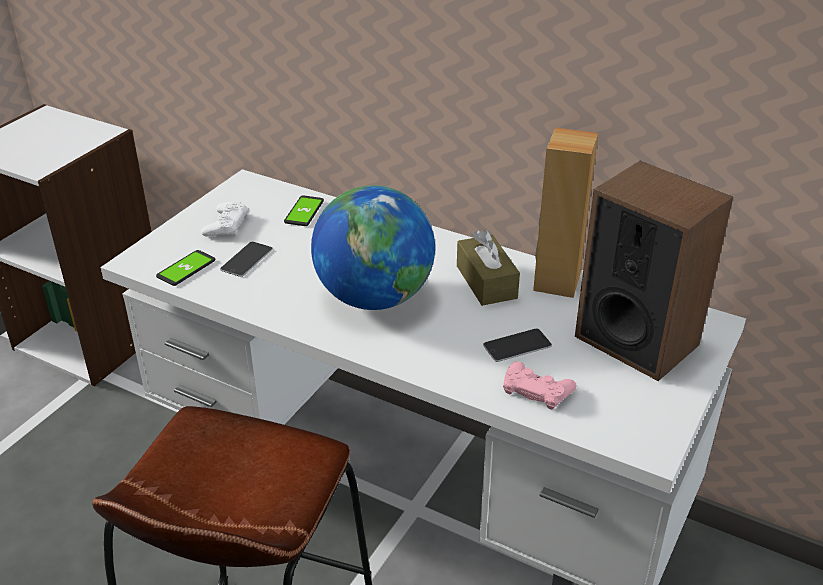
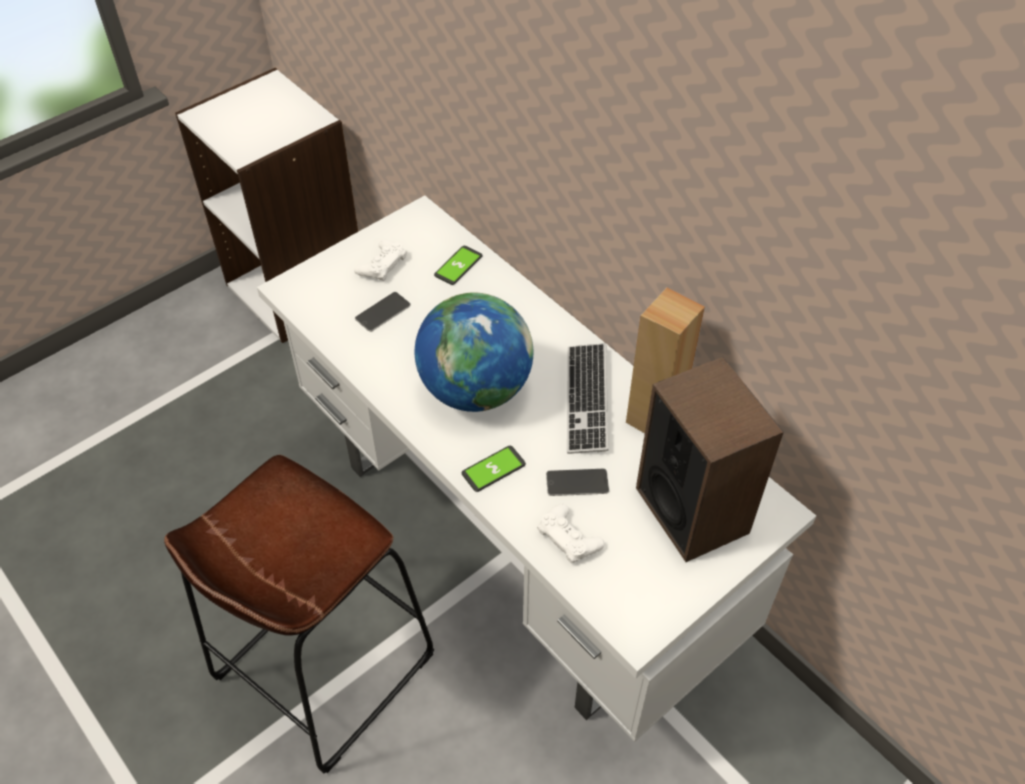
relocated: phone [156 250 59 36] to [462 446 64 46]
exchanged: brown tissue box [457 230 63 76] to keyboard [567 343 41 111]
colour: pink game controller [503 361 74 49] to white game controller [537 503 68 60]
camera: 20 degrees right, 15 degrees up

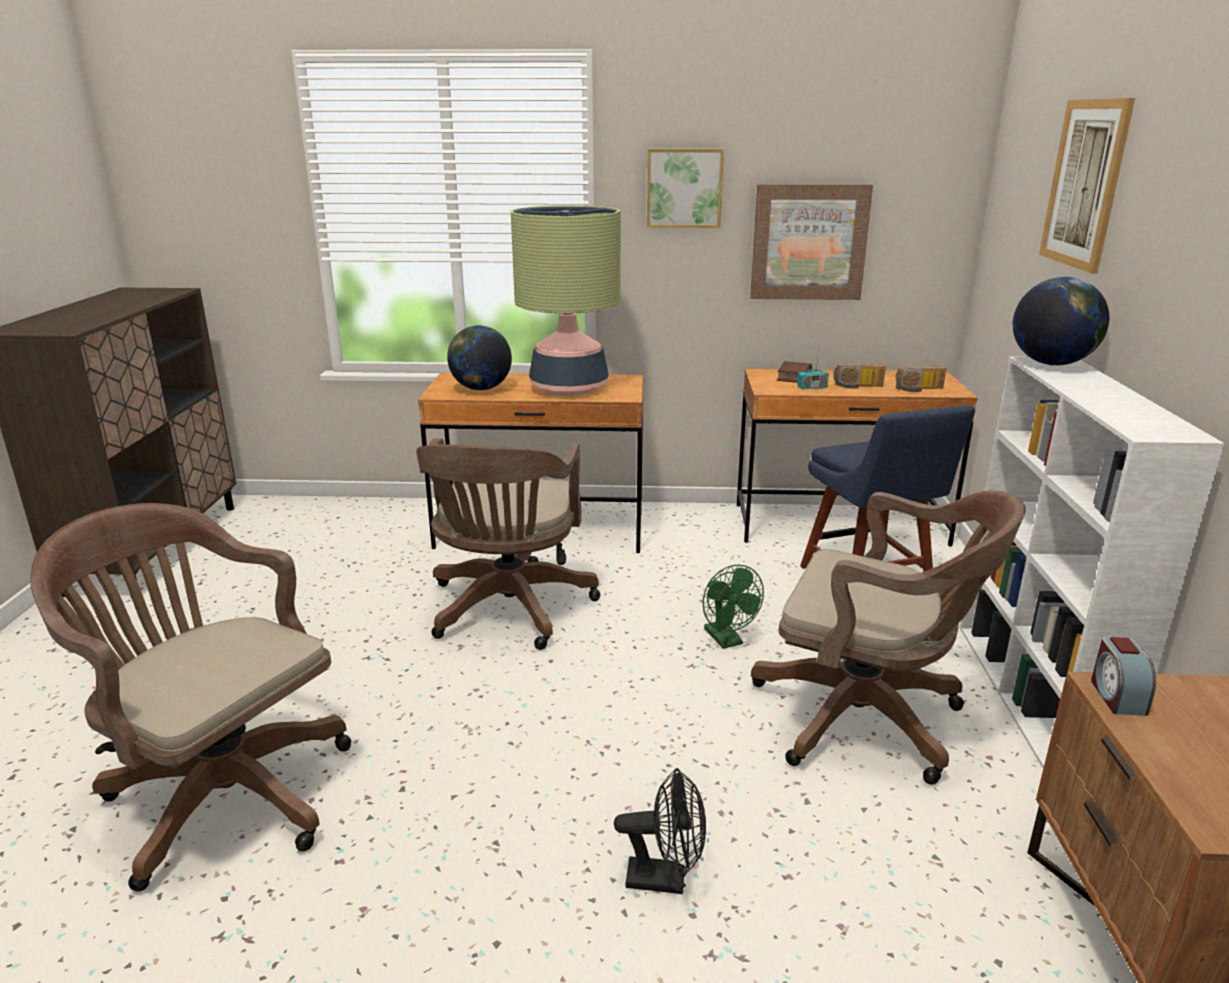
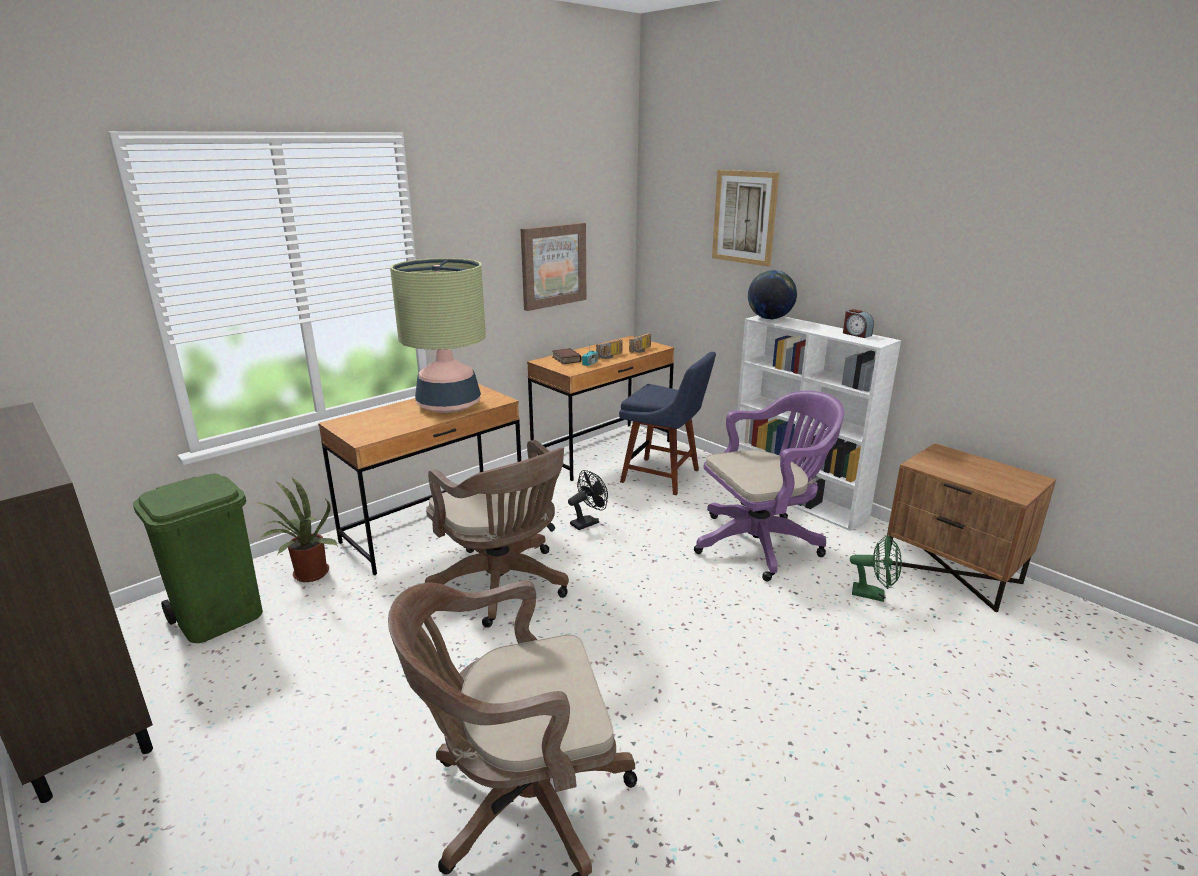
missing: globe [447 325 65 66]; picture [647 149 77 79]
appeared: green trash can [133 474 130 169]; potted plant [259 478 78 104]
relocated: black fan [614 768 92 126] to [568 470 40 60]; alarm clock [1091 636 65 80] to [843 309 31 29]; green fan [703 565 61 84] to [850 535 52 67]
colour: brown office chair [751 491 274 294] to purple office chair [694 391 151 190]
camera: 45 degrees left, 0 degrees up

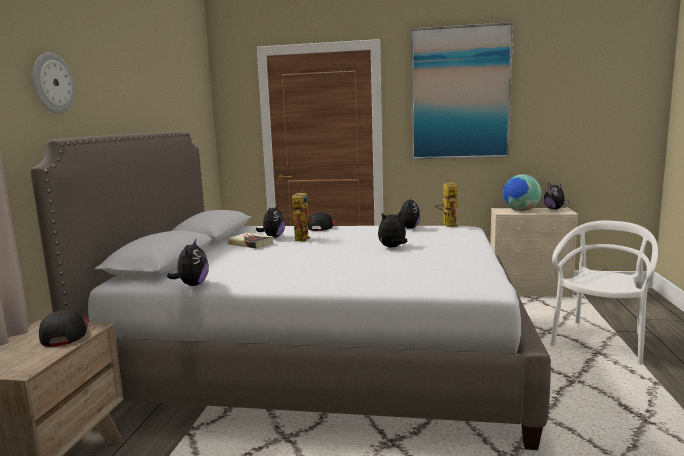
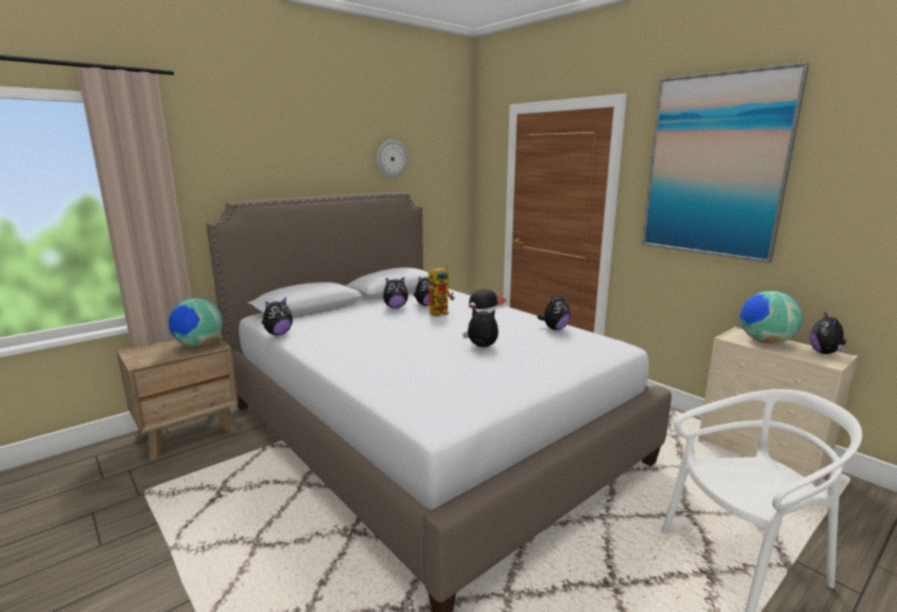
missing: toy robot [435 180 23 47]
relocated: wall clock [33 52 42 61] to [377 140 31 38]
exchanged: cap [39 310 49 37] to globe [168 298 55 49]; book [227 233 47 16] to plush toy [383 276 25 32]
camera: 40 degrees right, 5 degrees up

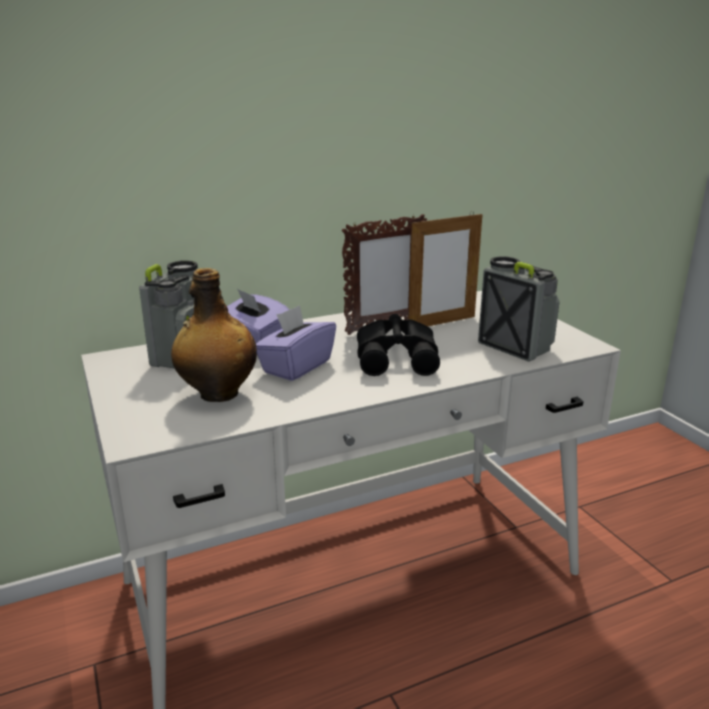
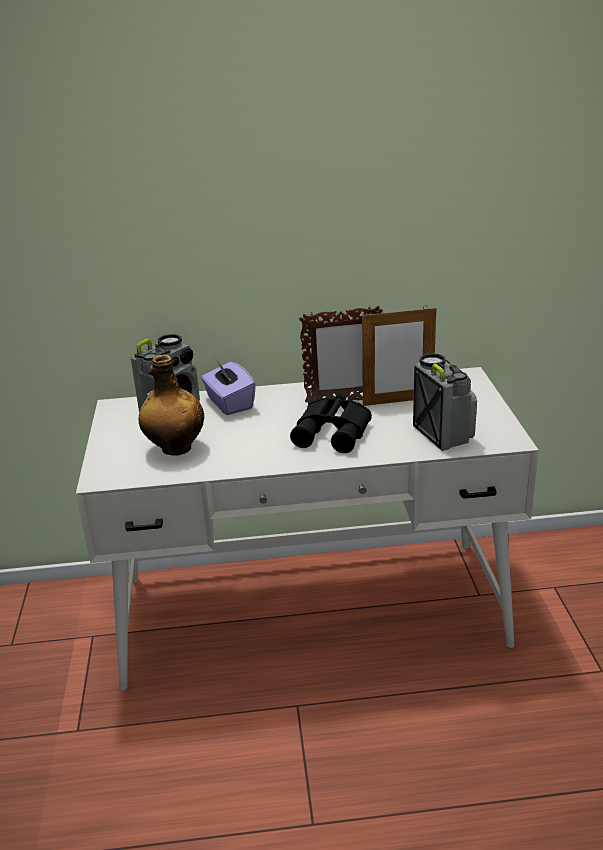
missing: purple tissue box [256 305 80 76]
camera: 20 degrees right, 5 degrees up

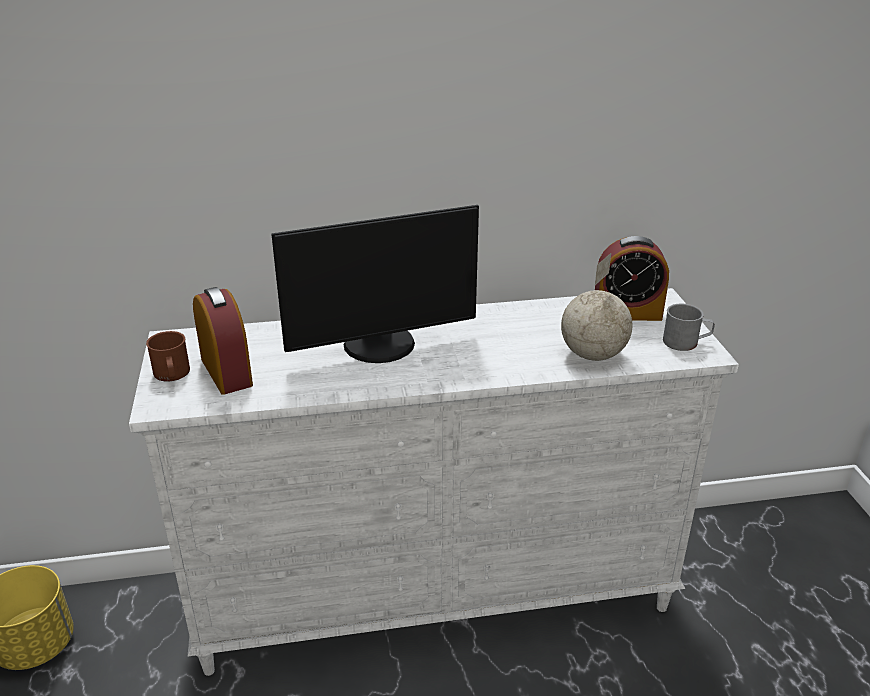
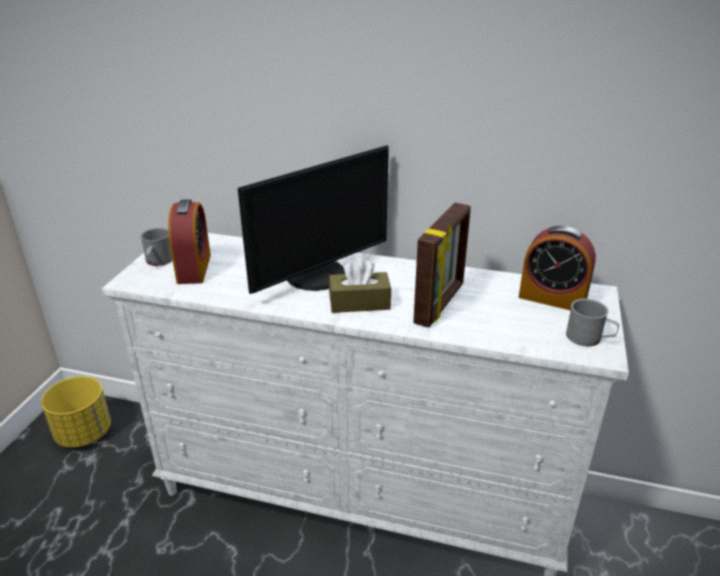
missing: globe [561 253 71 108]
appeared: brown tissue box [329 258 62 55]; picture frame [413 203 58 125]
colour: brown mug [146 331 44 50] to grey mug [140 228 33 38]
spun: monitor [271 205 208 158] = [237 145 152 149] 45 degrees counterclockwise
camera: 25 degrees right, 0 degrees up

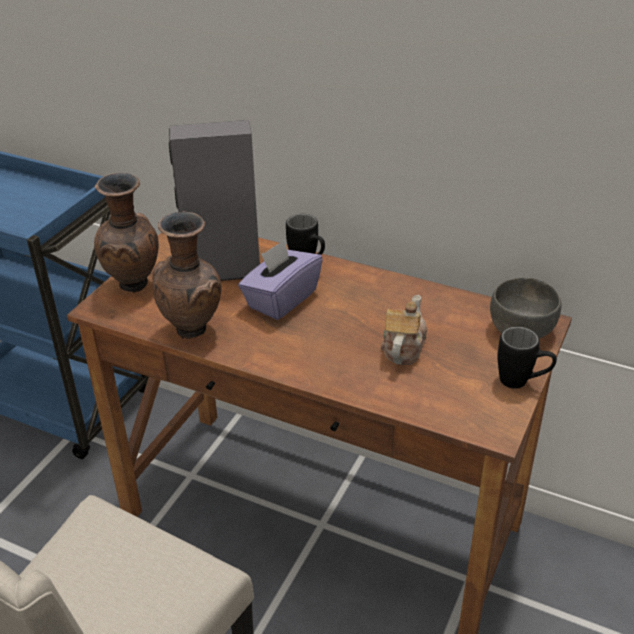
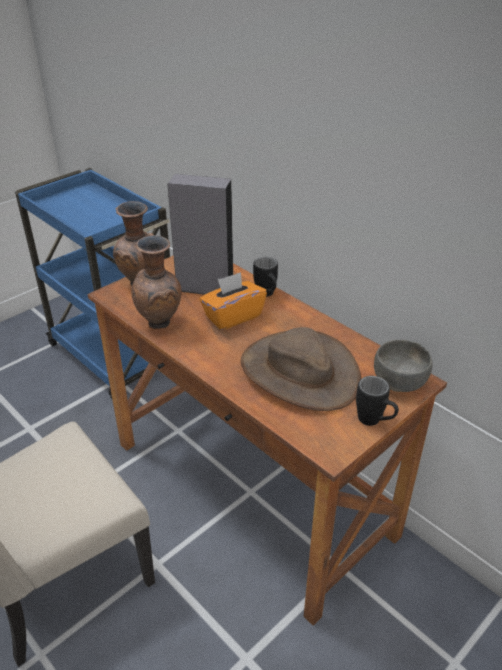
exchanged: teapot [380 295 47 70] to brown hat [241 327 120 84]
colour: purple tissue box [238 239 85 81] to orange tissue box [200 272 67 58]
camera: 20 degrees right, 0 degrees up

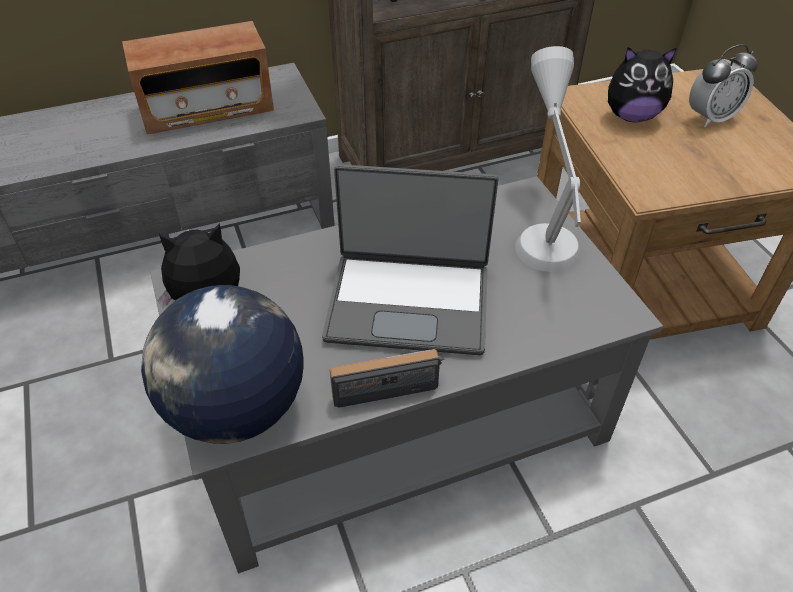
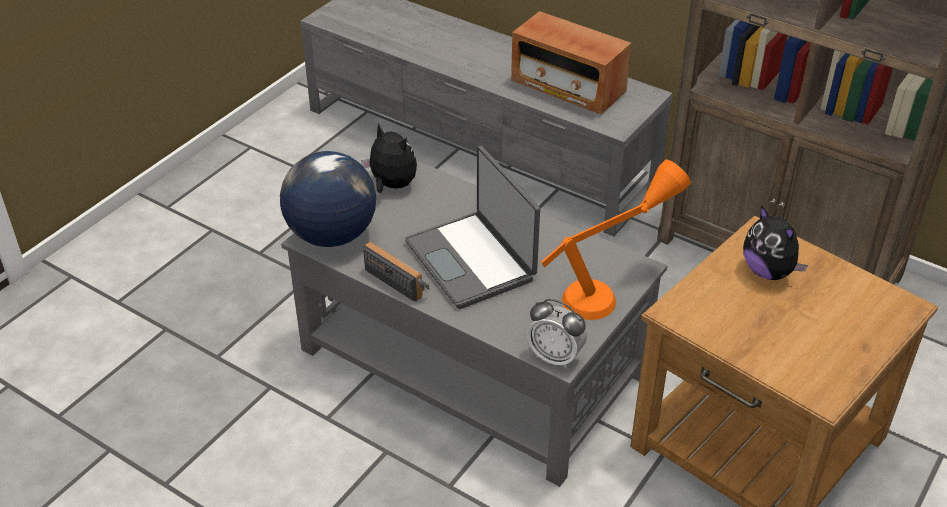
relocated: alarm clock [689 44 69 83] to [527 299 60 70]
colour: grey table lamp [515 46 66 226] to orange table lamp [541 159 150 161]
camera: 55 degrees right, 5 degrees down

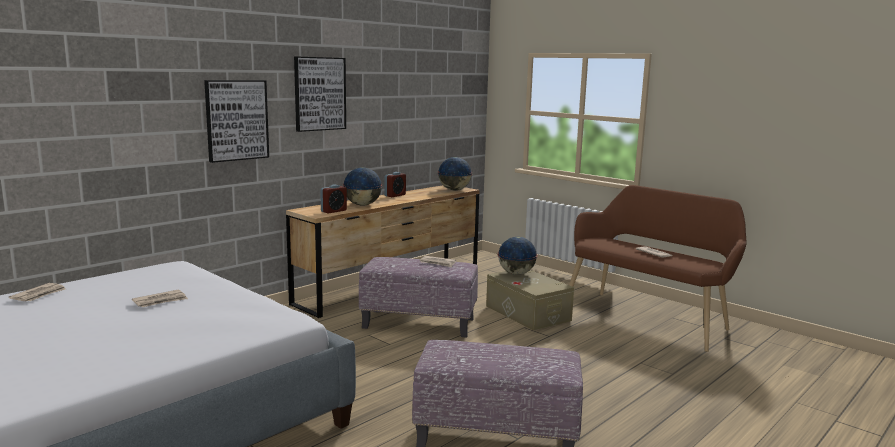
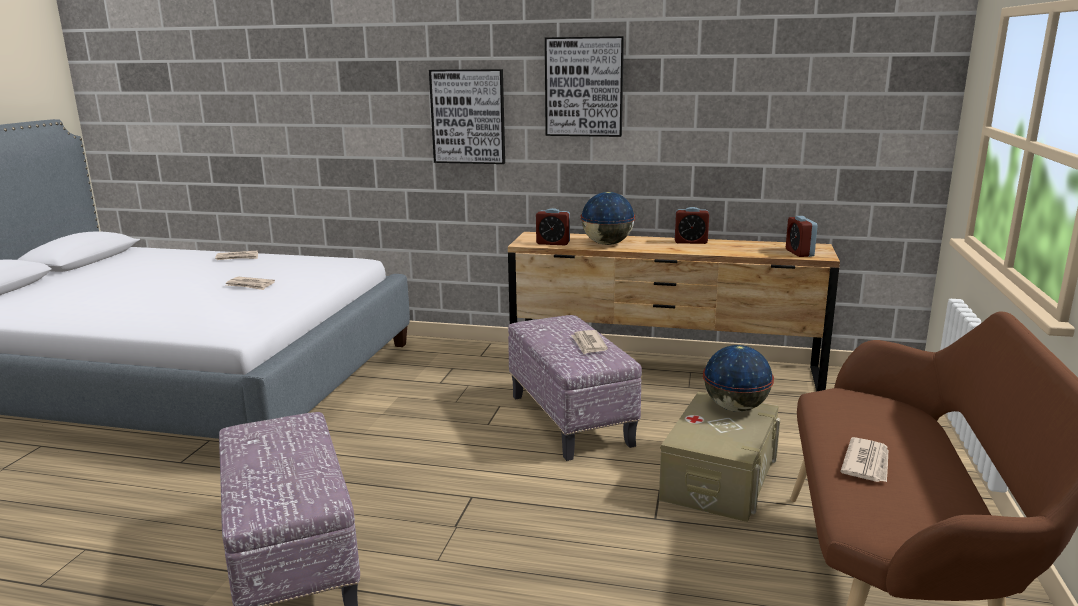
exchanged: globe [438 157 34 34] to alarm clock [786 216 32 41]
camera: 60 degrees right, 5 degrees up

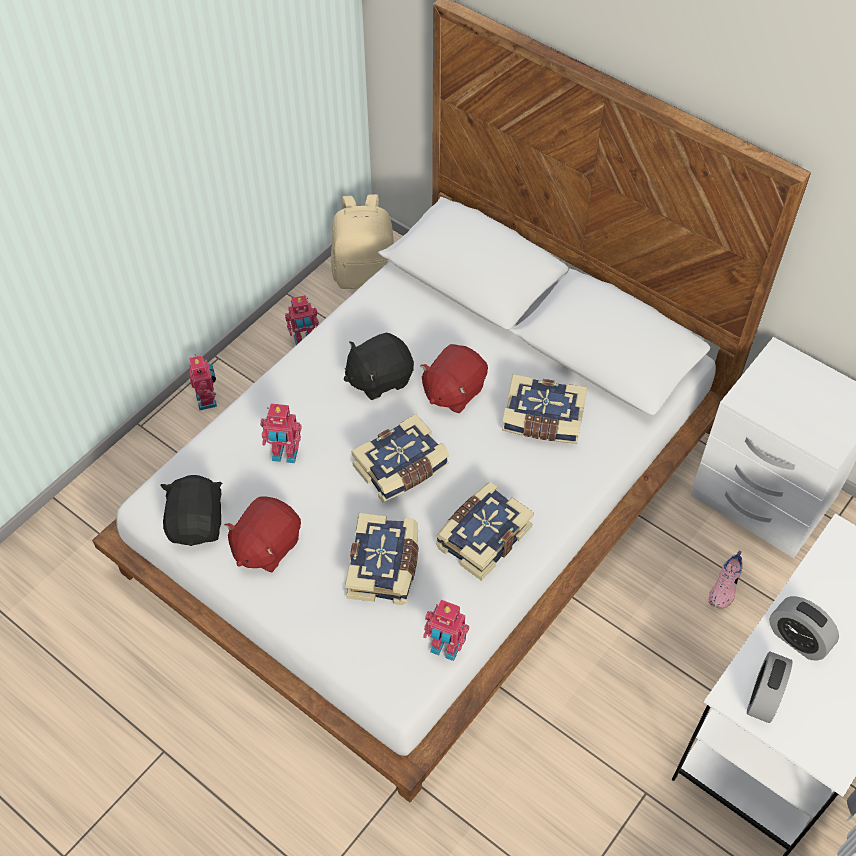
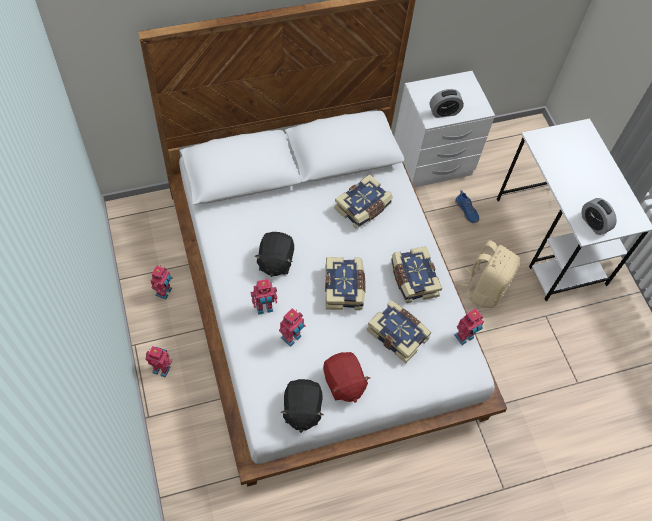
missing: red plush toy [420 344 68 69]
appeared: toy robot [251 279 26 36]
relocated: alarm clock [769 596 70 65] to [429 89 35 29]; beige backpack [331 194 63 95] to [457 240 63 68]
colour: pink shoe [708 550 35 58] to blue shoe [455 190 24 33]
spun: black plush toy [160 475 62 71] = [281 379 42 54] 120 degrees counterclockwise
camera: 60 degrees left, 5 degrees up

